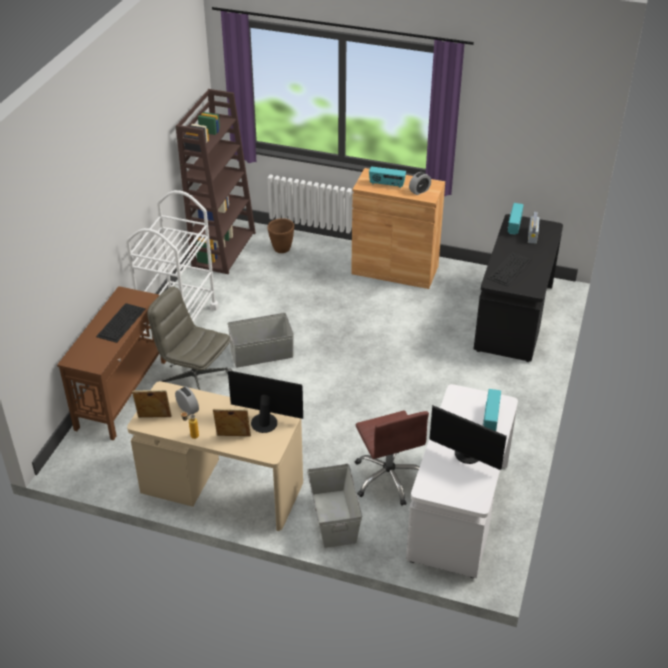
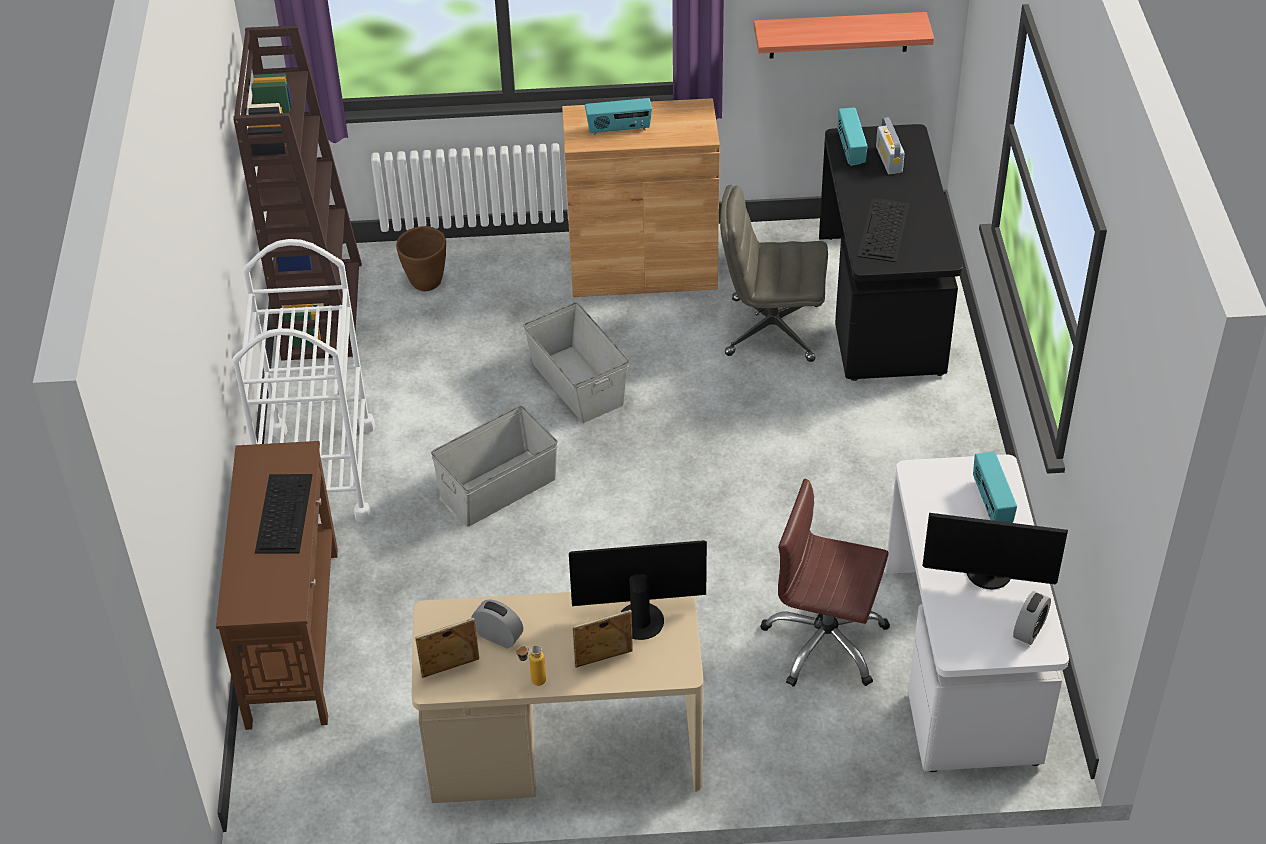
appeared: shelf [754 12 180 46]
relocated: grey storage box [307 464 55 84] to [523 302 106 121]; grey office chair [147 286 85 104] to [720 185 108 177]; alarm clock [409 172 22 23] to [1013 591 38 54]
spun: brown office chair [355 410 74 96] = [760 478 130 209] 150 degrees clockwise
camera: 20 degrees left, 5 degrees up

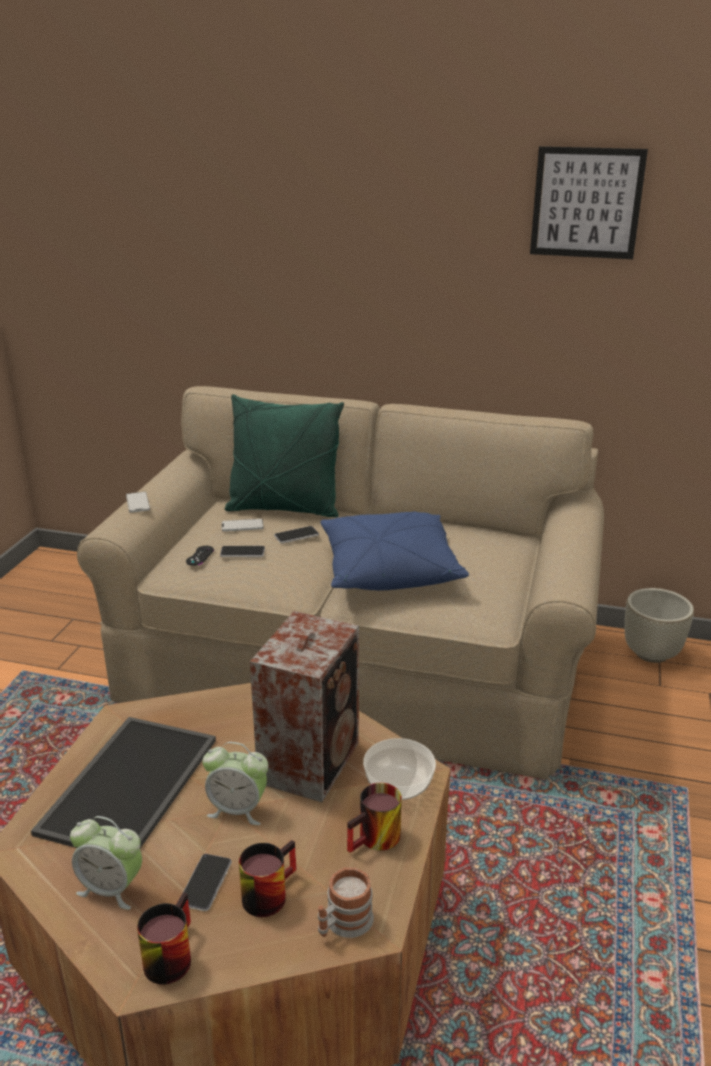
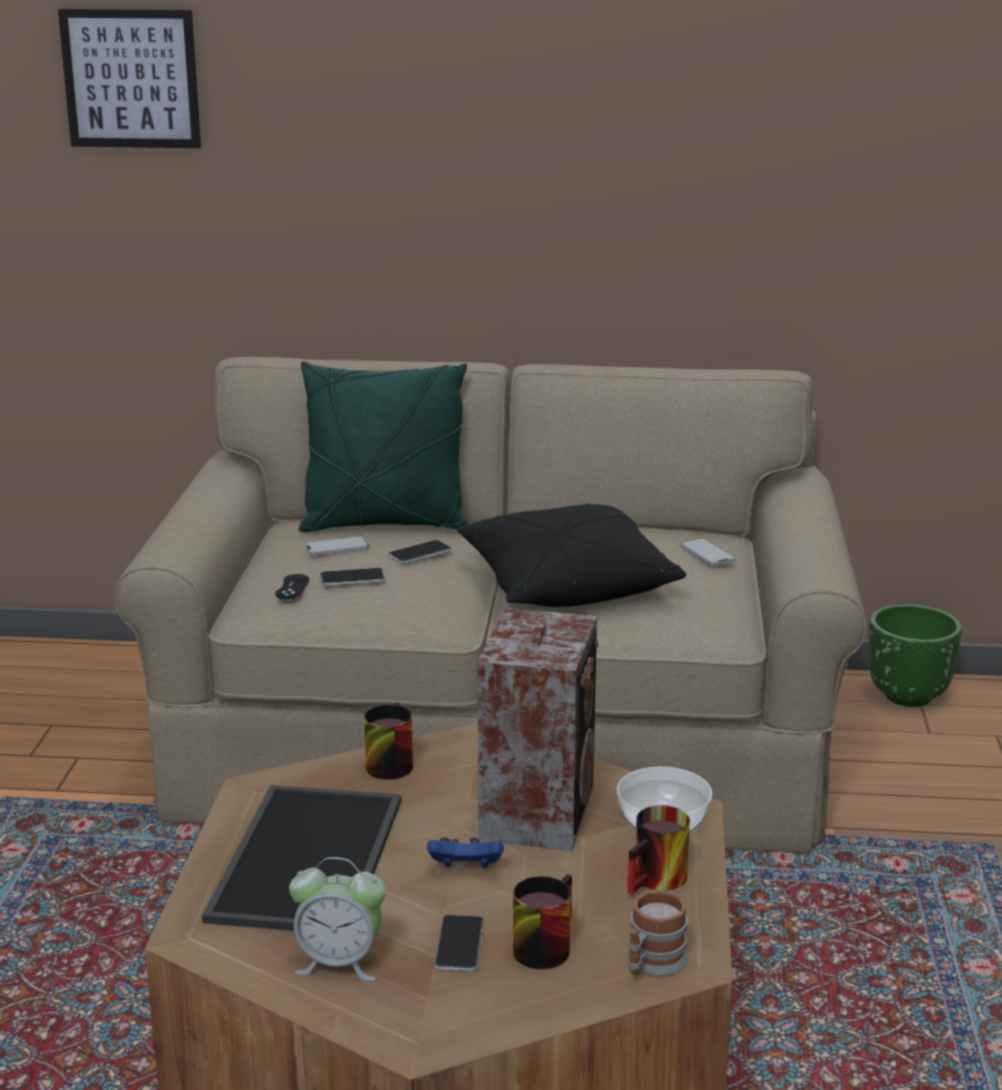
relocated: picture [530 146 118 113] to [58 9 143 139]; mug [137 892 54 93] to [364 702 49 78]; phone [126 492 24 21] to [680 538 55 28]
exchanged: alarm clock [202 742 67 83] to blue game controller [427 837 77 31]
colour: blue pillow [320 511 149 79] to black pillow [457 503 229 104]; grey planter [625 588 69 75] to green planter [869 604 93 103]
camera: 10 degrees left, 5 degrees down

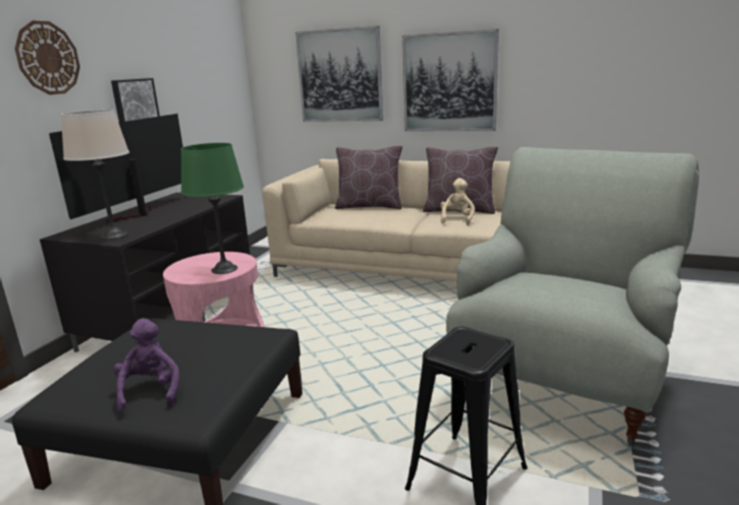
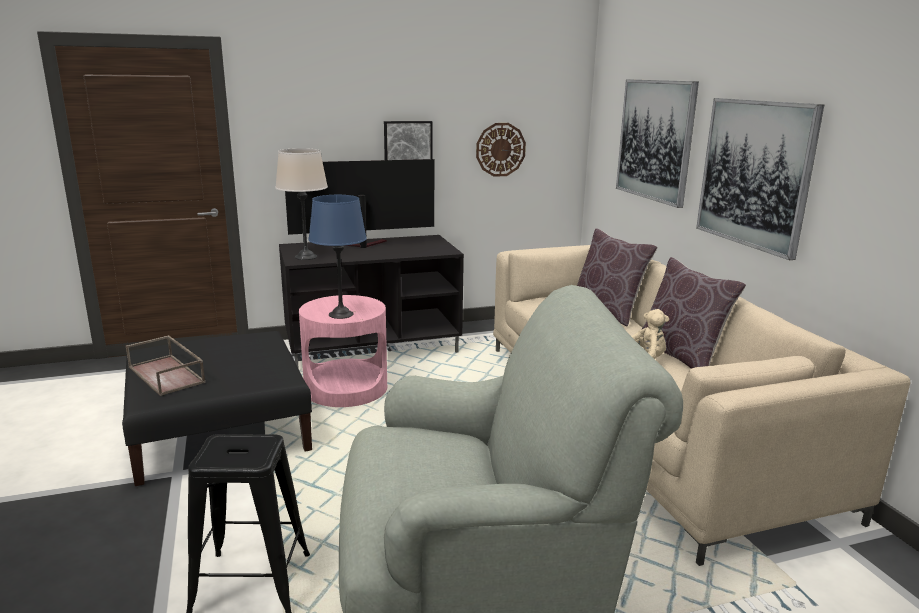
relocated: wall clock [15 20 65 75] to [476 123 50 54]
exchanged: purple plush toy [114 318 65 94] to brown tray [126 335 80 61]
colour: green table lamp [181 143 63 131] to blue table lamp [308 195 59 124]
camera: 50 degrees right, 0 degrees up

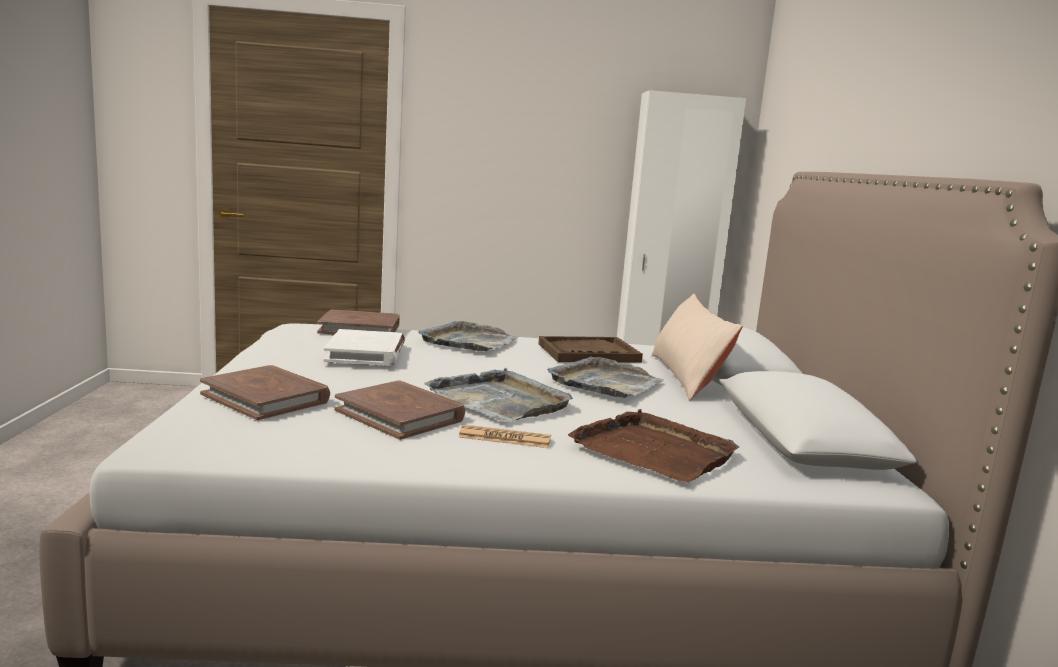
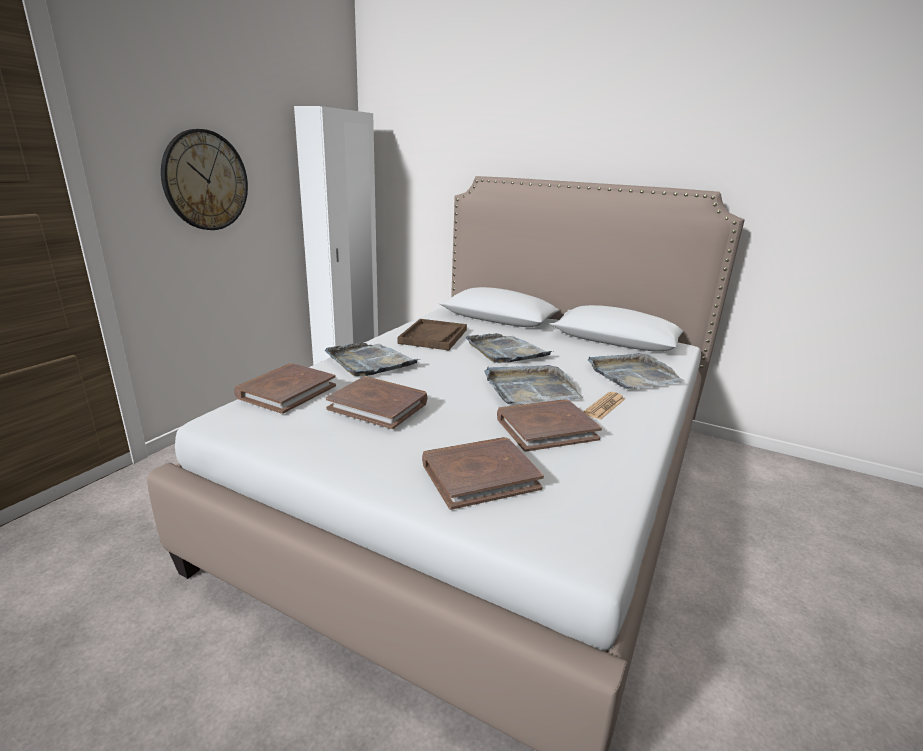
missing: beige pillow [652 294 91 107]
appeared: wall clock [161 129 87 101]
colour: white book [323 329 82 36] to brown book [326 376 101 53]; brown tray [568 409 171 73] to grey tray [587 353 98 36]
camera: 60 degrees left, 10 degrees up

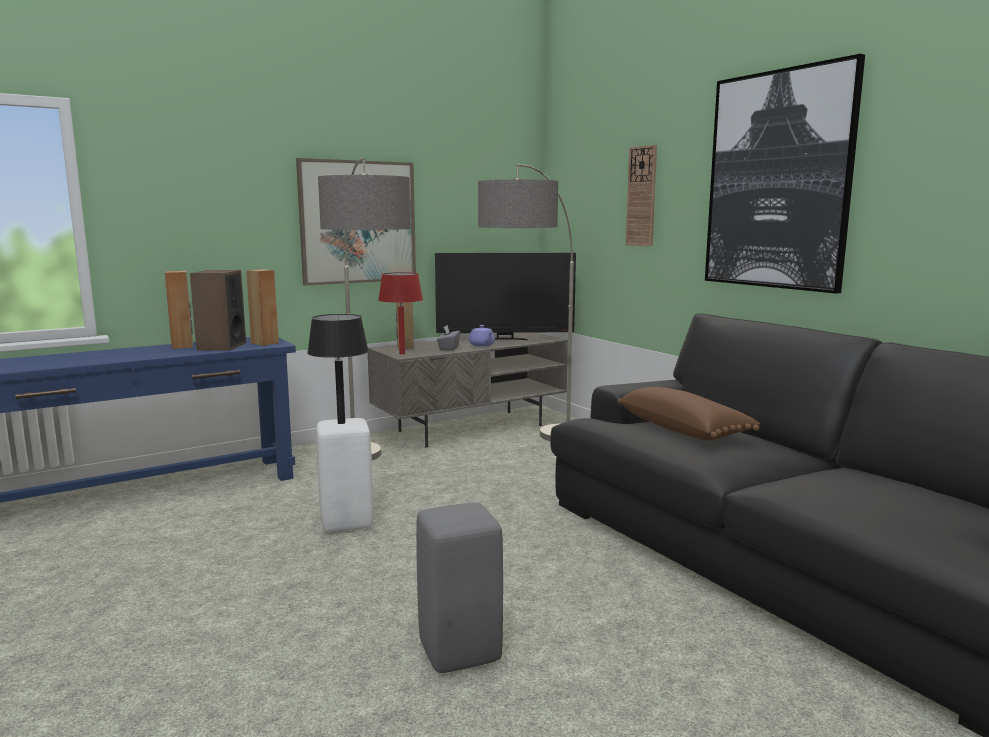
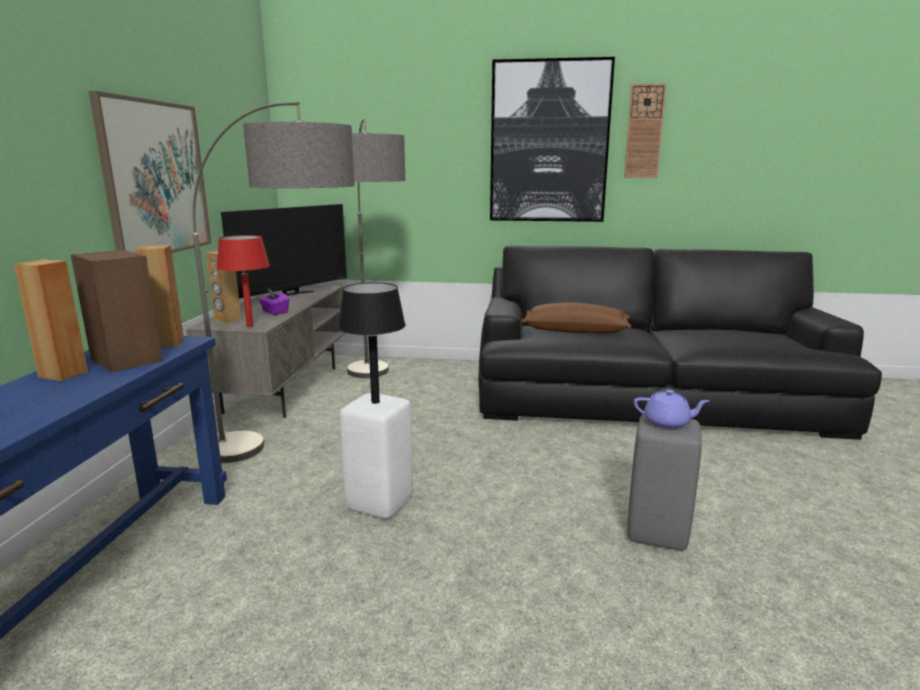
relocated: wall clock [626 145 31 101] to [624 83 43 95]; purple teapot [469 325 26 22] to [634 390 76 39]
colour: grey tissue box [437 325 23 26] to purple tissue box [259 288 30 27]
camera: 50 degrees left, 5 degrees up

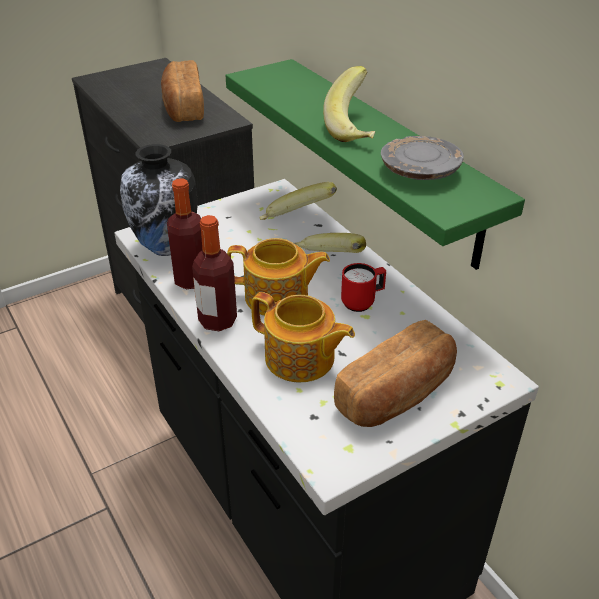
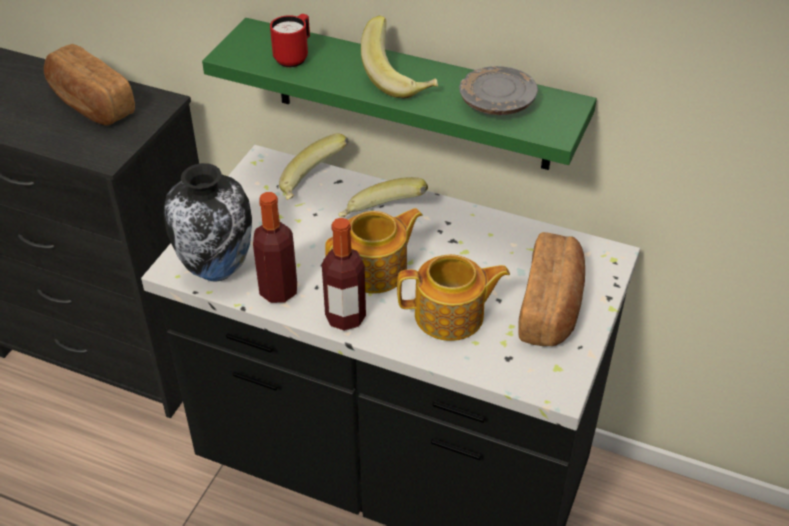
relocated: red mug [341 263 45 49] to [270 14 40 53]
camera: 35 degrees left, 5 degrees up

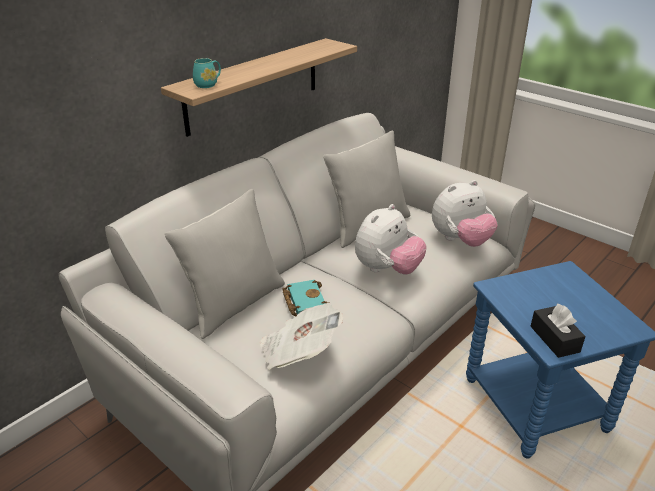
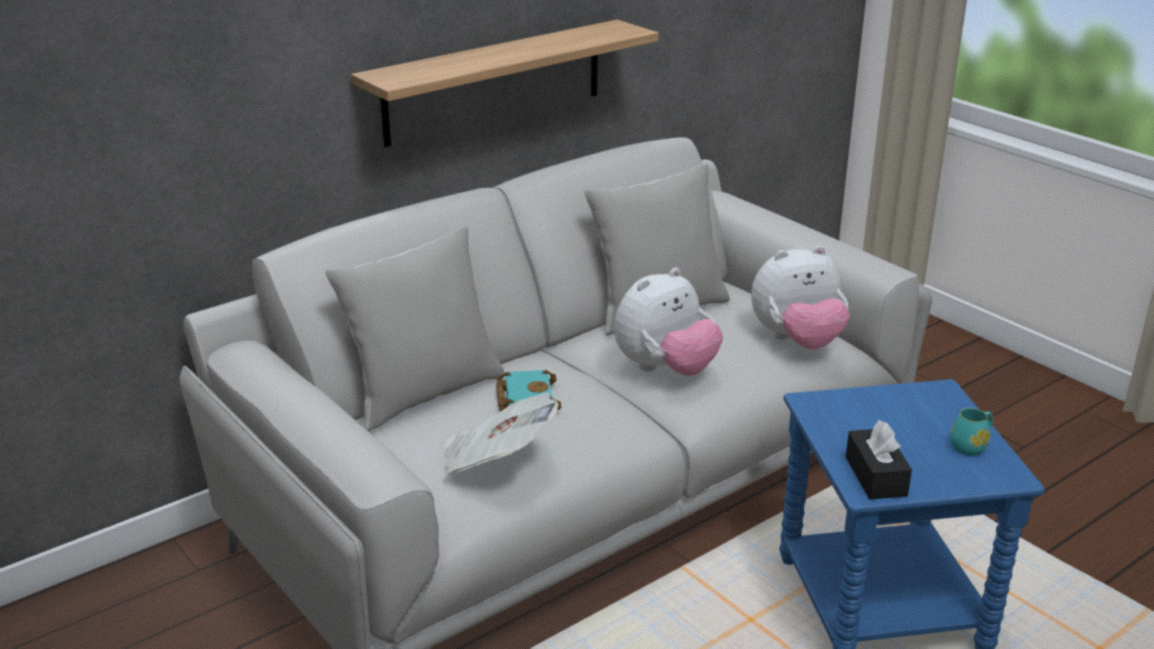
relocated: turquoise mug [193 58 28 30] to [950 408 43 47]
camera: 10 degrees right, 5 degrees down

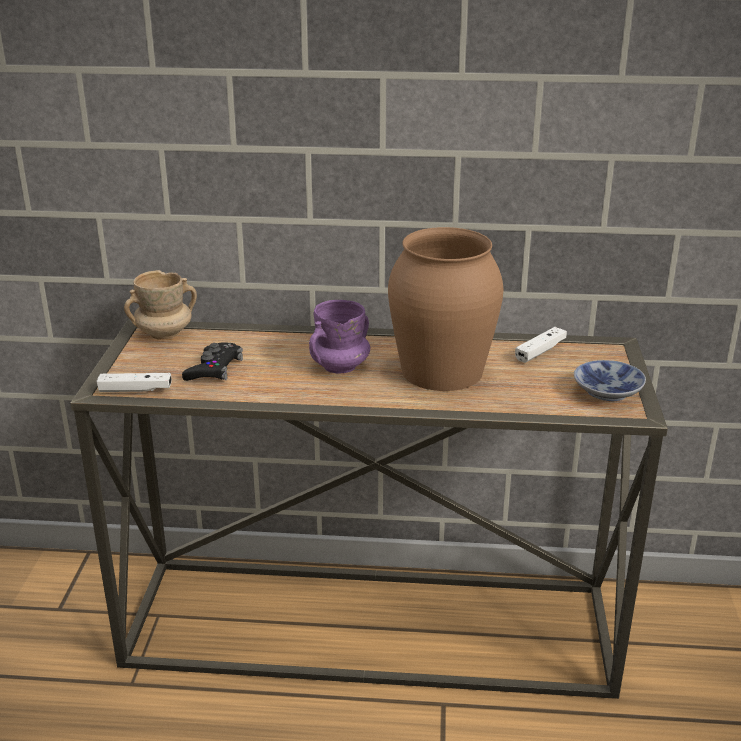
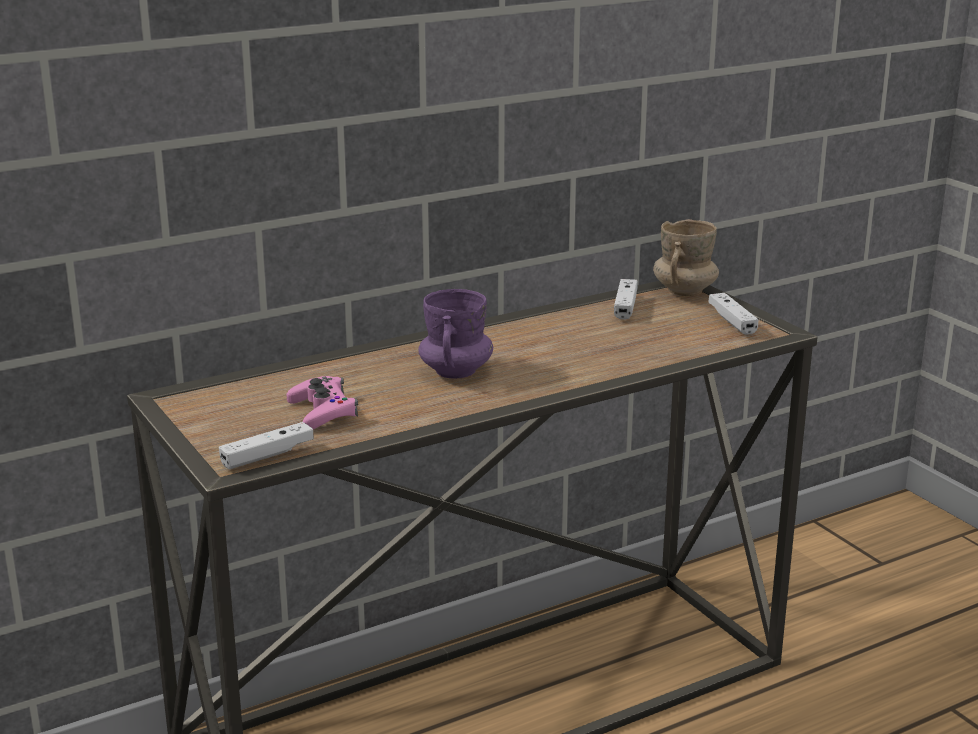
missing: brown vase [388 227 116 164]
relocated: beige mug [124 270 73 70] to [653 219 66 77]
exchanged: bowl [574 360 72 41] to white game controller [708 293 50 42]
colour: black game controller [182 342 61 39] to pink game controller [287 376 71 53]
camera: 35 degrees left, 5 degrees down

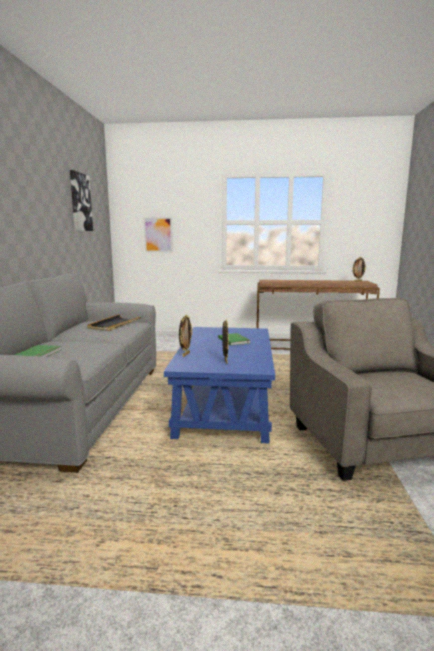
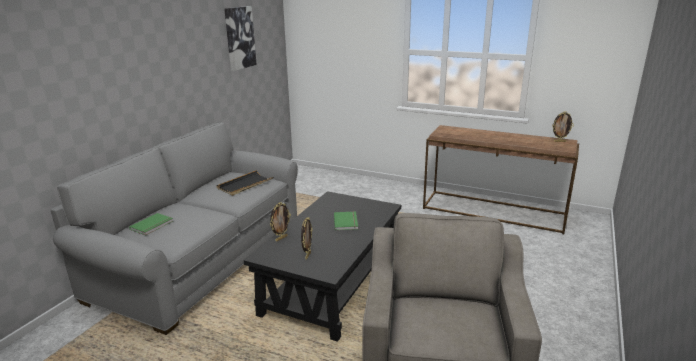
missing: picture [144 217 29 35]
colour: blue coffee table [164 327 111 117] to black coffee table [243 191 158 151]
camera: 20 degrees right, 10 degrees up

